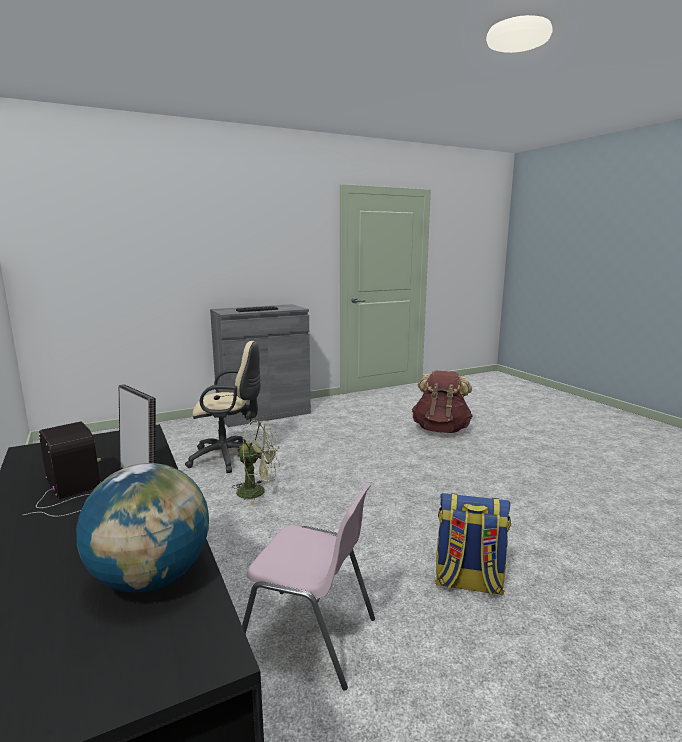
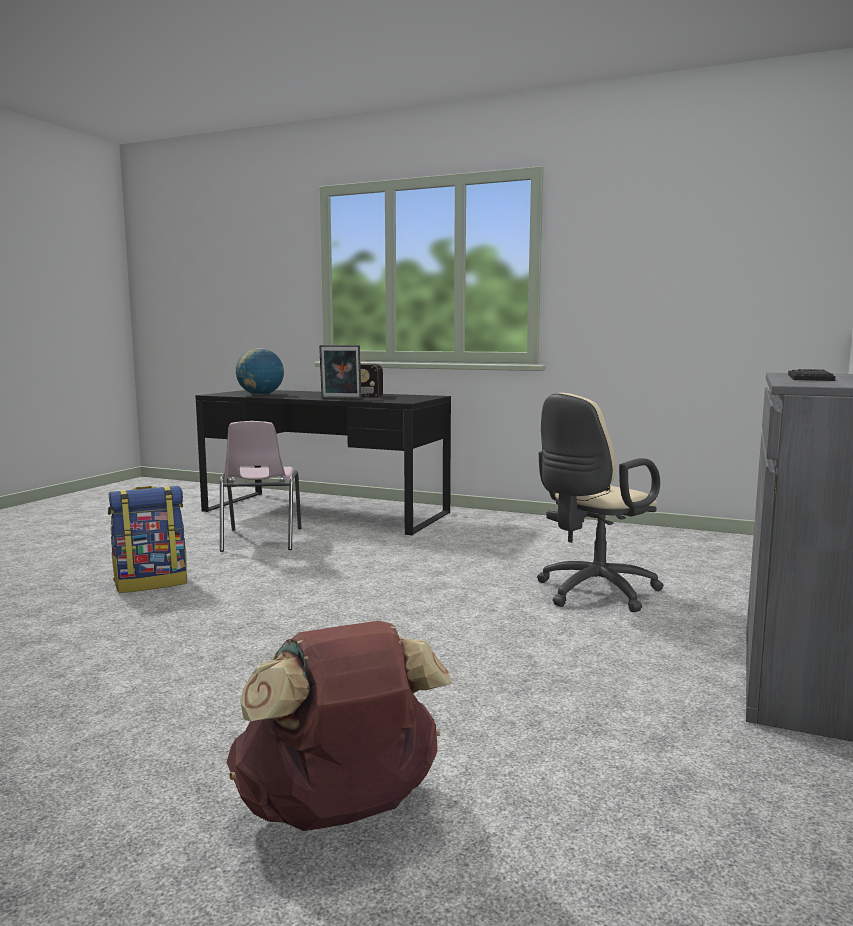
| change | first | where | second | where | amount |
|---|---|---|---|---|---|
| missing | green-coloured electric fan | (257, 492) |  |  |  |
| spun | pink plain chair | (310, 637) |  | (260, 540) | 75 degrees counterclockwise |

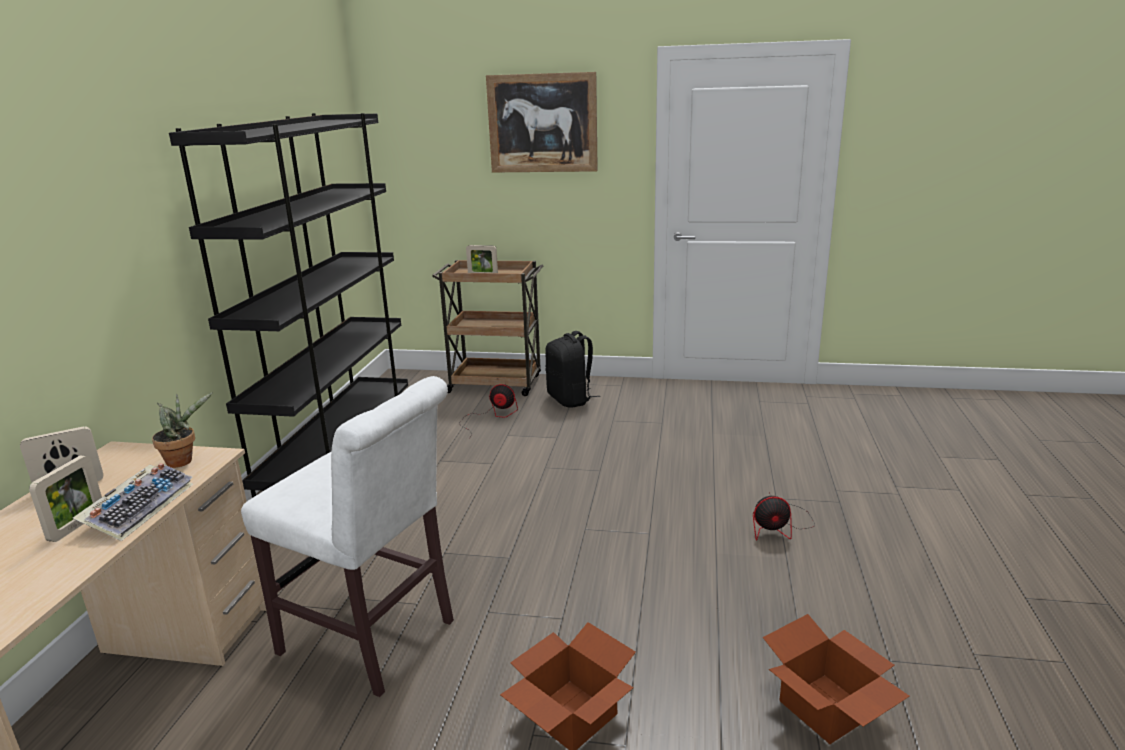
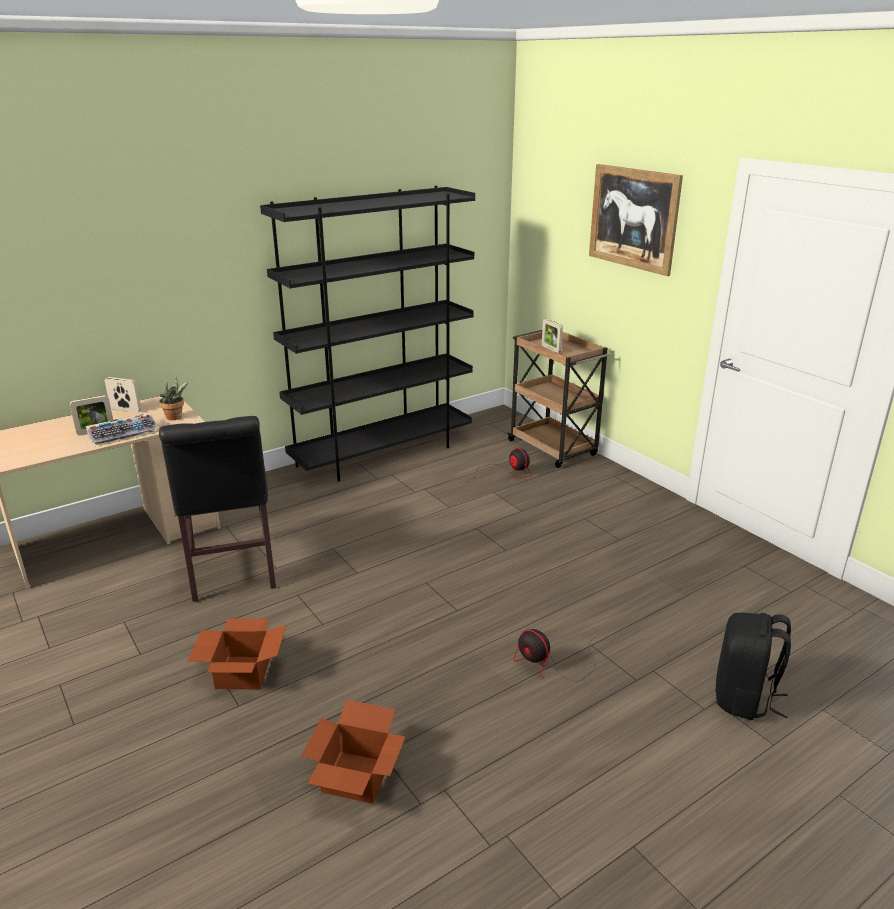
| change | first | where | second | where | amount |
|---|---|---|---|---|---|
| colour | white plain chair | (374, 640) | blackish plain chair | (232, 573) |  |
| relocated | blackish rucksack | (570, 399) |  | (744, 698) |  |

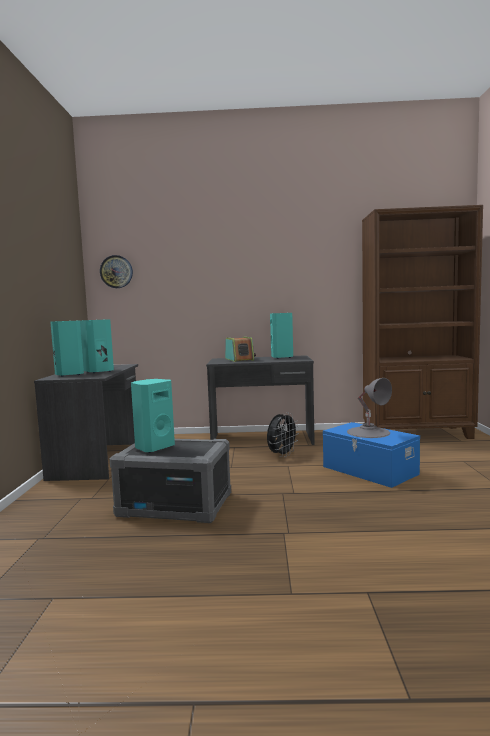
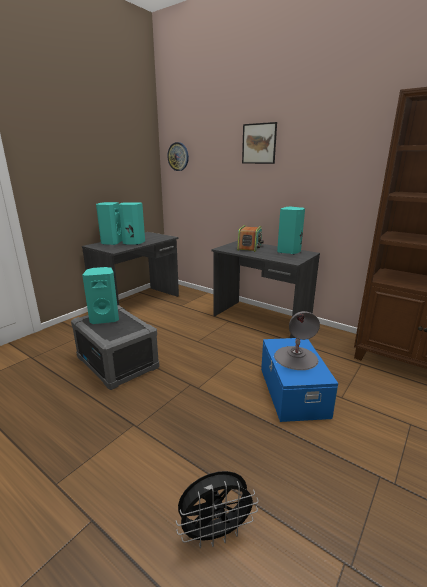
| change | first | where | second | where | amount |
|---|---|---|---|---|---|
| relocated | blackish electric fan | (282, 455) |  | (215, 532) |  |
| appeared |  |  | wall art | (259, 143) |  |

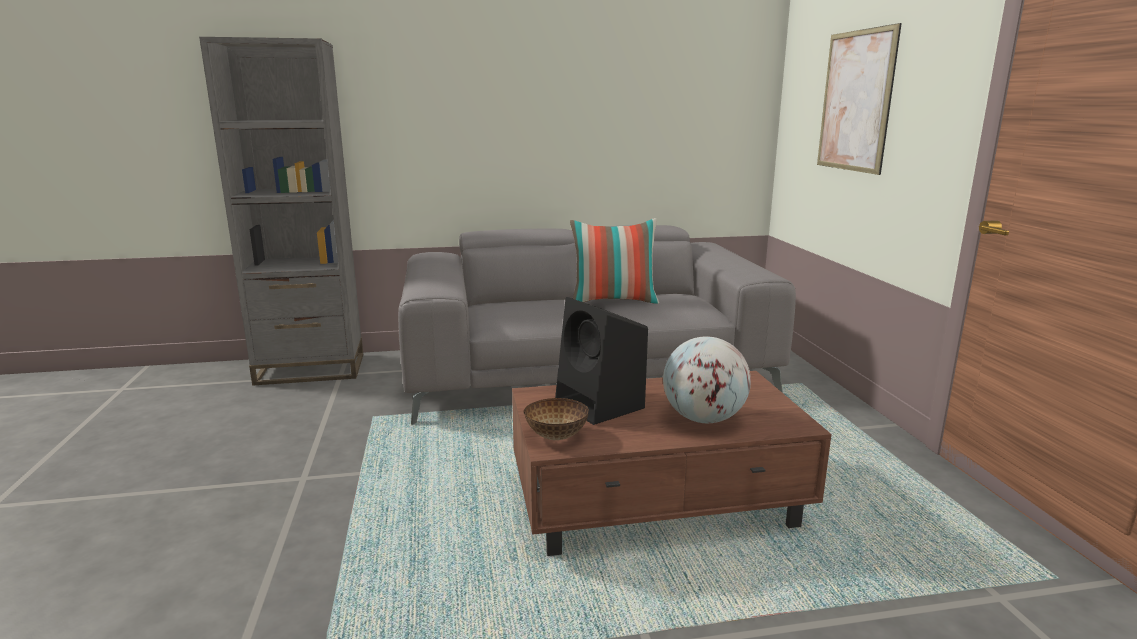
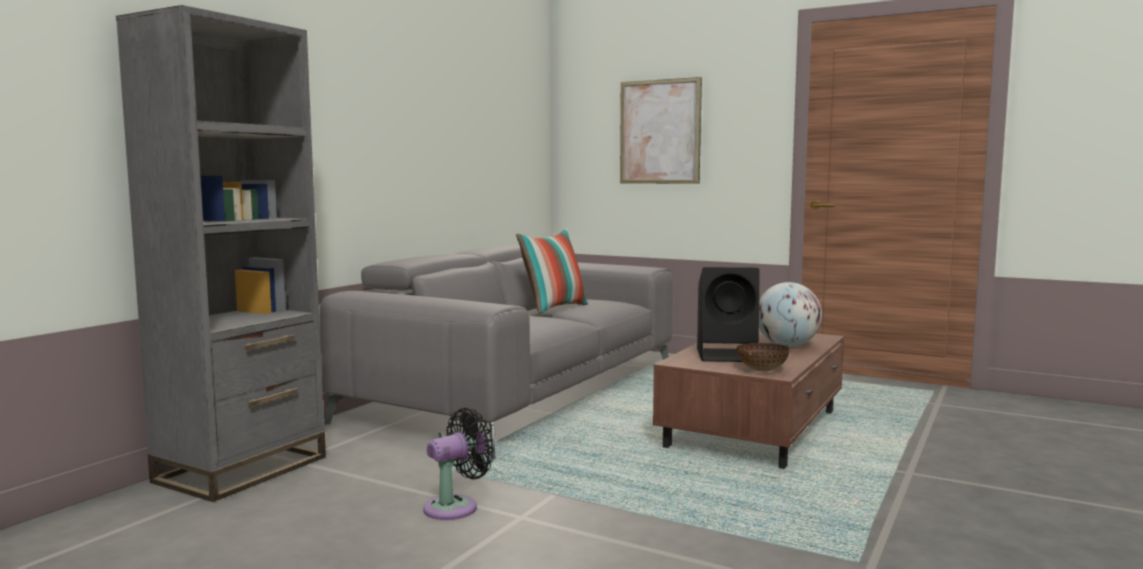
| change | first | where | second | where | amount |
|---|---|---|---|---|---|
| appeared |  |  | blackish electric fan | (456, 507) |  |

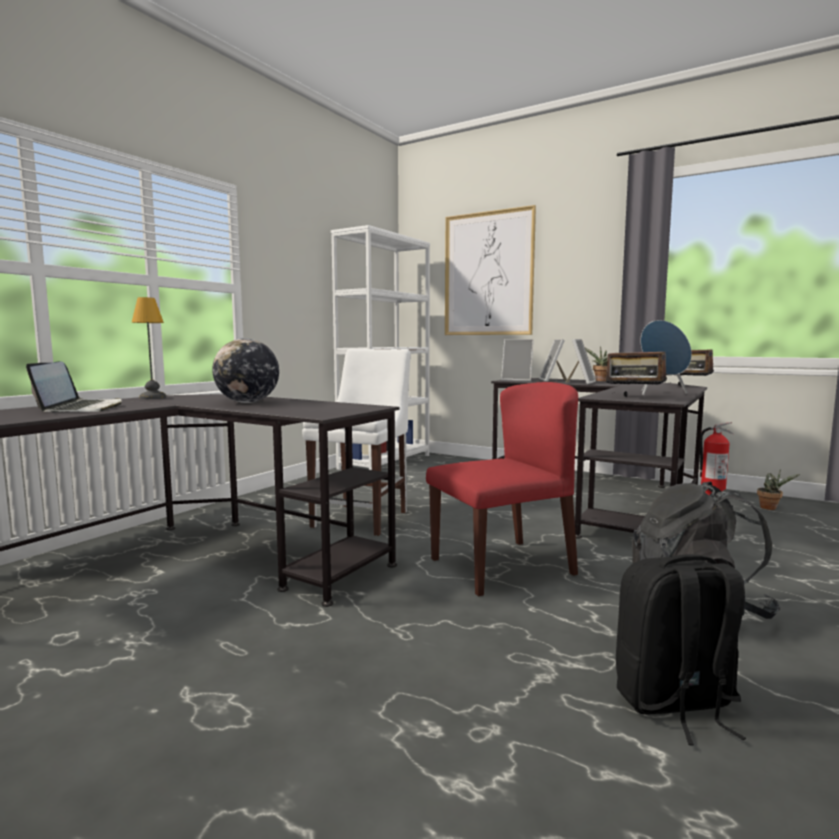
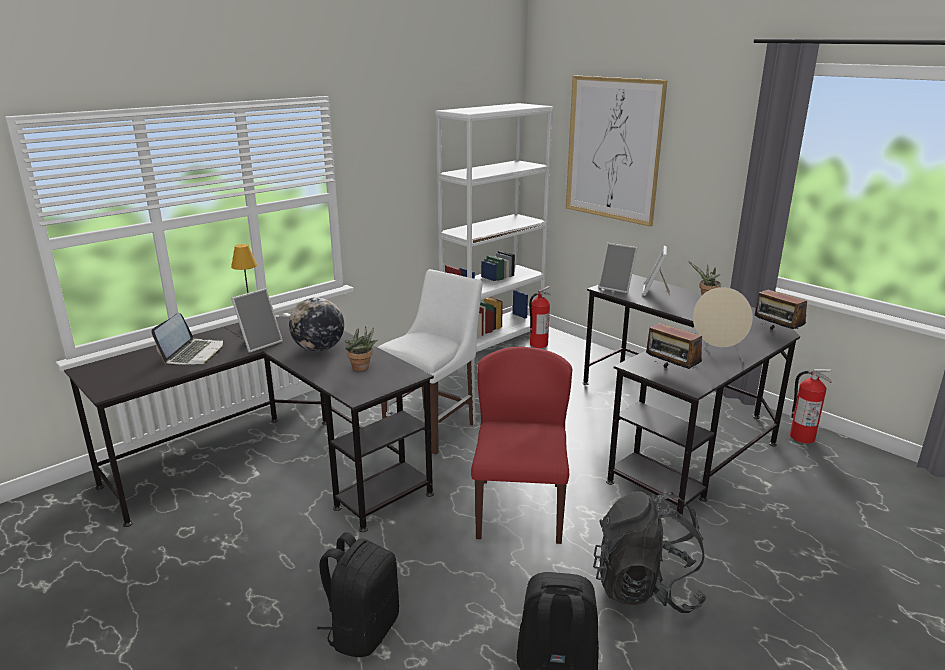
| change | first | where | second | where | amount |
|---|---|---|---|---|---|
| spun | red-coloured plain chair | (502, 566) |  | (519, 509) | 75 degrees counterclockwise |
| relocated | picture frame | (581, 382) |  | (259, 343) |  |
| colour | bluish audio speaker | (661, 393) | sand-coloured audio speaker | (715, 359) |  |
| relocated | potted plant | (770, 508) |  | (362, 368) |  |
| appeared |  |  | blackish rucksack | (363, 630) |  |
| appeared |  |  | extinguisher | (538, 344) |  |

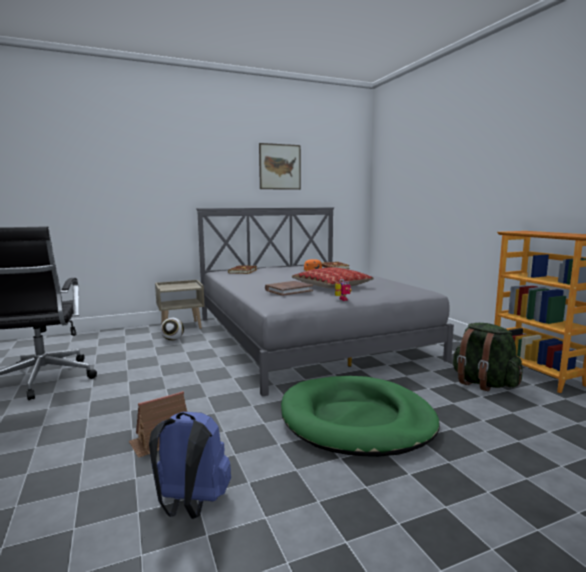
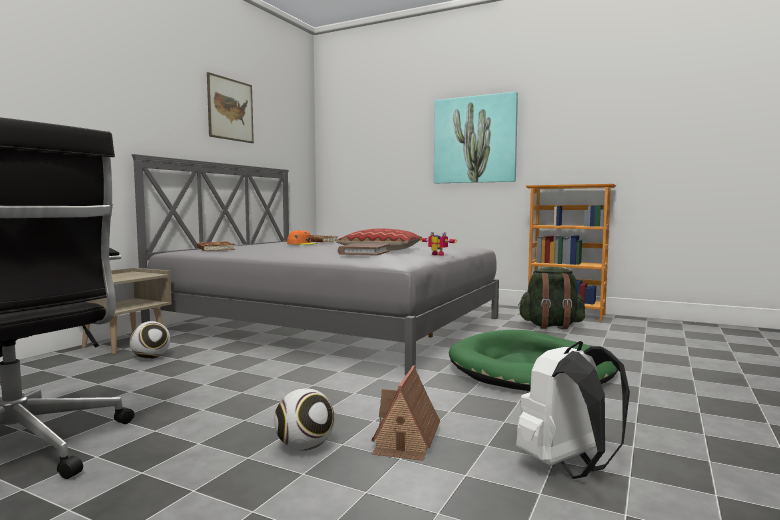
| change | first | where | second | where | amount |
|---|---|---|---|---|---|
| colour | bluish rucksack | (190, 505) | white rucksack | (567, 467) |  |
| appeared |  |  | football ball | (304, 447) |  |
| appeared |  |  | wall art | (475, 140) |  |

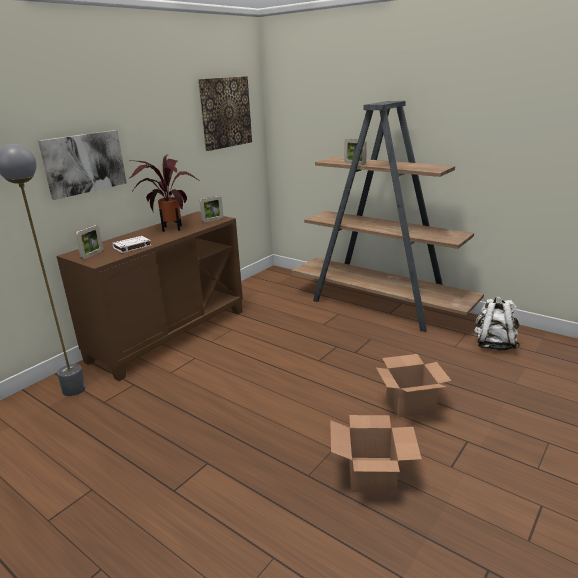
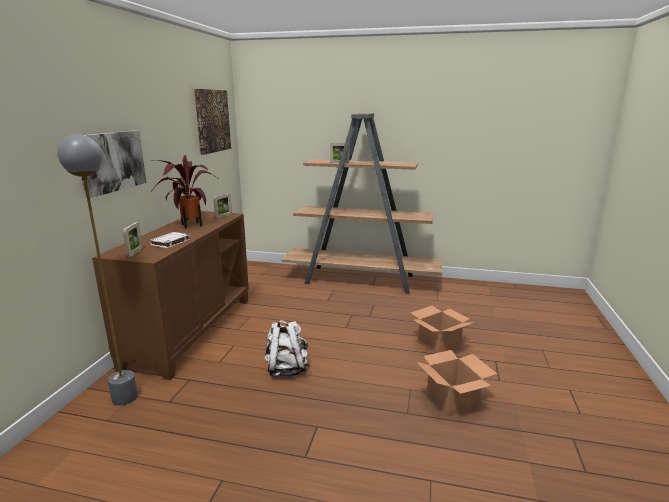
| change | first | where | second | where | amount |
|---|---|---|---|---|---|
| relocated | white rucksack | (494, 344) |  | (287, 369) |  |

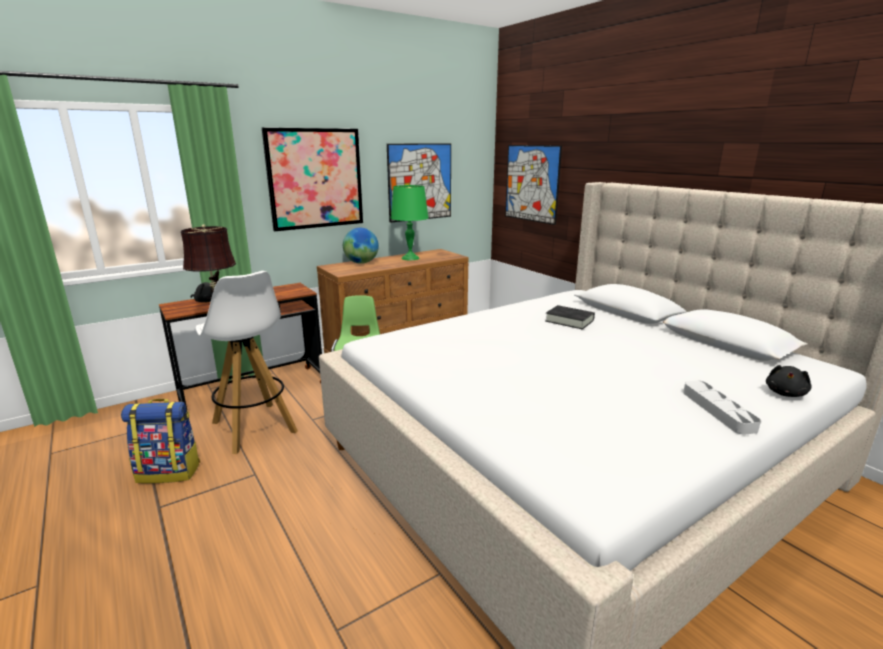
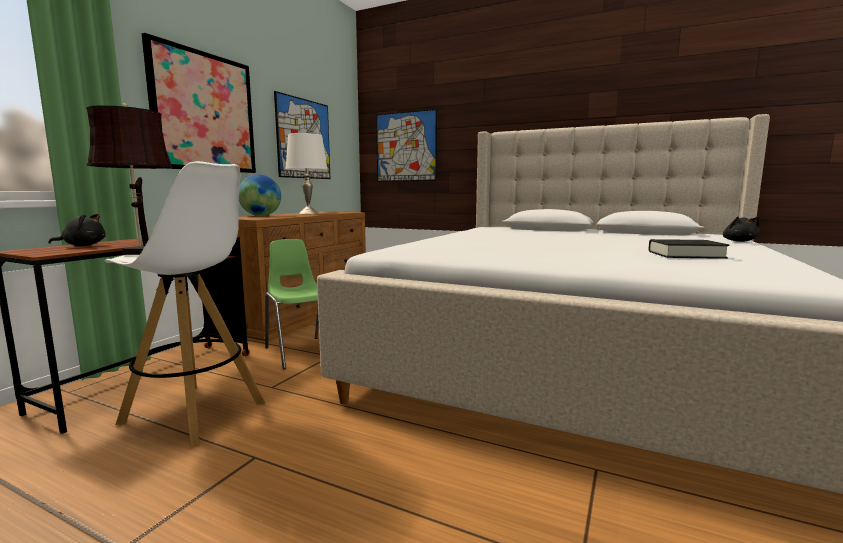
| change | first | where | second | where | amount |
|---|---|---|---|---|---|
| missing | rucksack | (169, 472) |  |  |  |
| colour | green-coloured table lamp | (410, 258) | white table lamp | (308, 213) |  |
| relocated | blackish bound book | (569, 321) |  | (685, 255) |  |
| missing | greyish tray | (718, 410) |  |  |  |

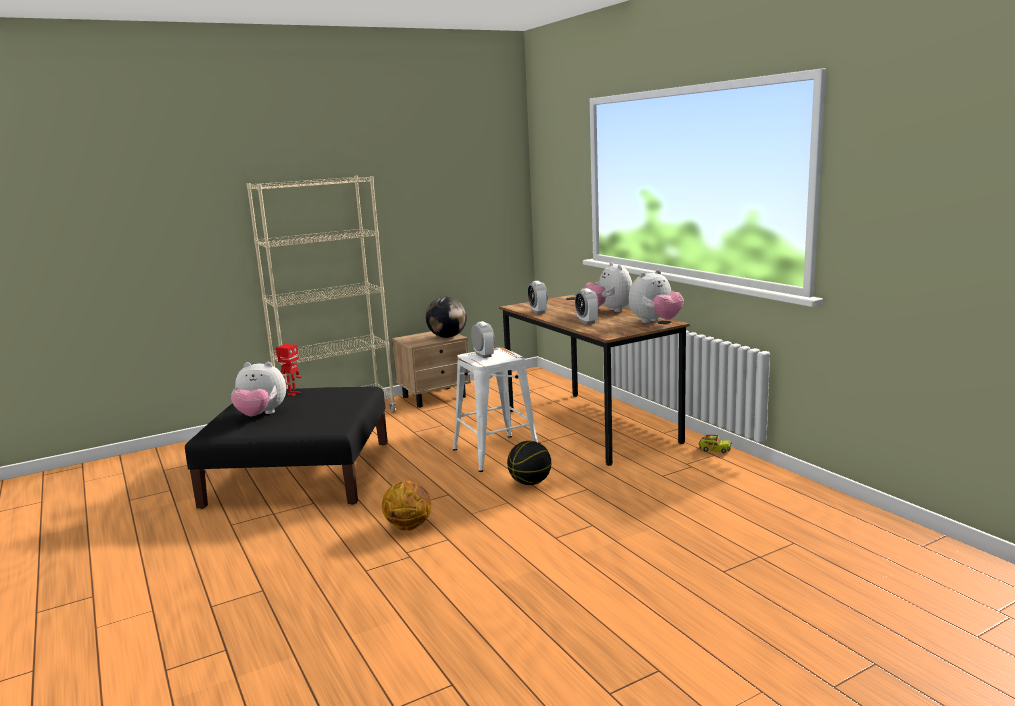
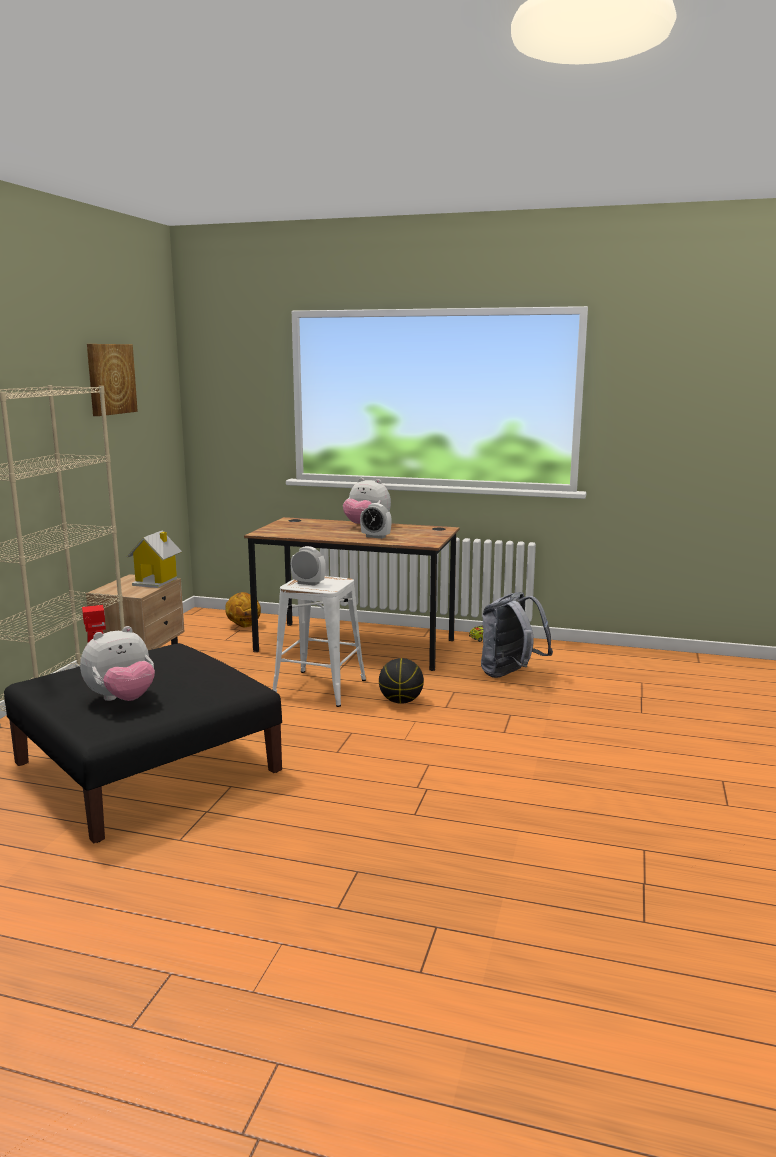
| change | first | where | second | where | amount |
|---|---|---|---|---|---|
| relocated | ball for basketball | (409, 526) |  | (243, 626) |  |
| exchanged | world globe | (447, 337) | toy house | (156, 581) |  |
| missing | bedside clock | (538, 312) |  |  |  |
| missing | plush toy | (655, 322) |  |  |  |
| appeared |  |  | wall art | (110, 379) |  |
| appeared |  |  | greyish rucksack | (510, 674) |  |

